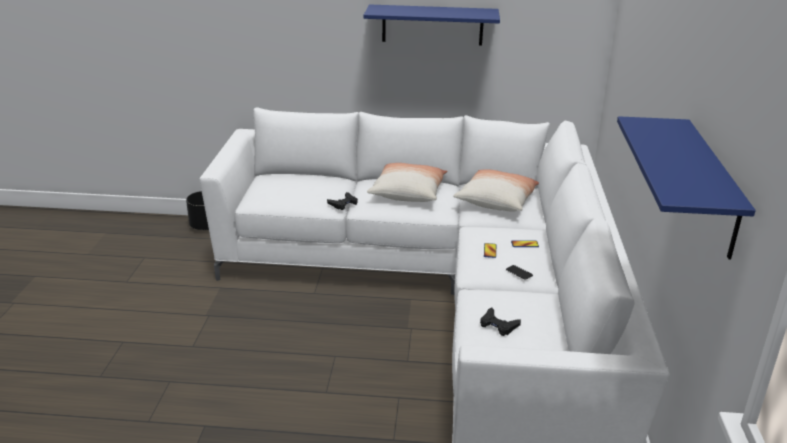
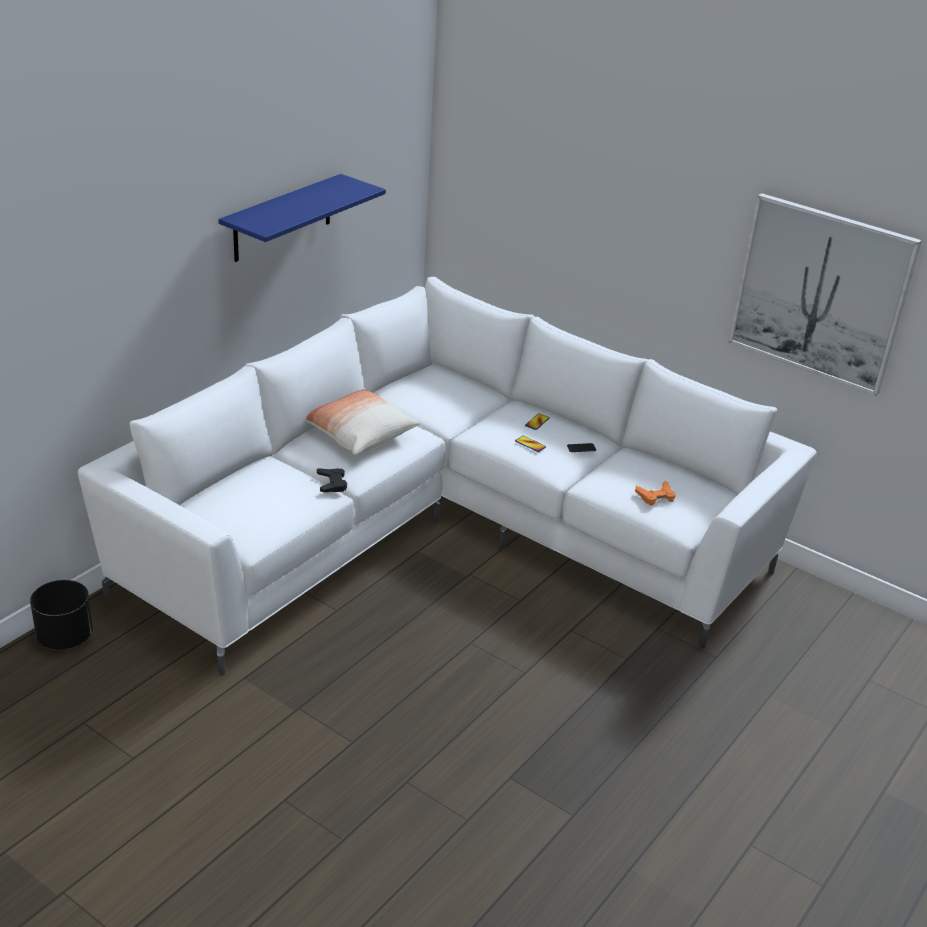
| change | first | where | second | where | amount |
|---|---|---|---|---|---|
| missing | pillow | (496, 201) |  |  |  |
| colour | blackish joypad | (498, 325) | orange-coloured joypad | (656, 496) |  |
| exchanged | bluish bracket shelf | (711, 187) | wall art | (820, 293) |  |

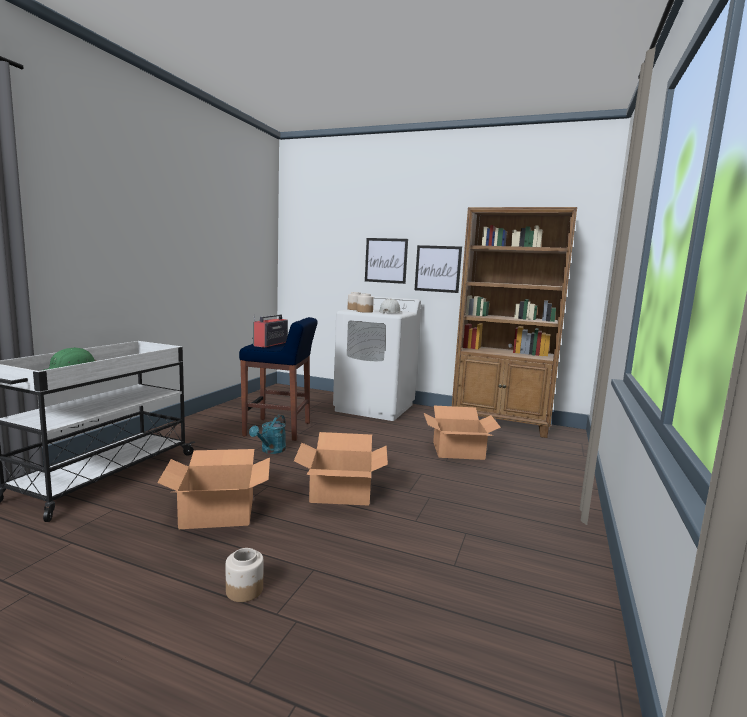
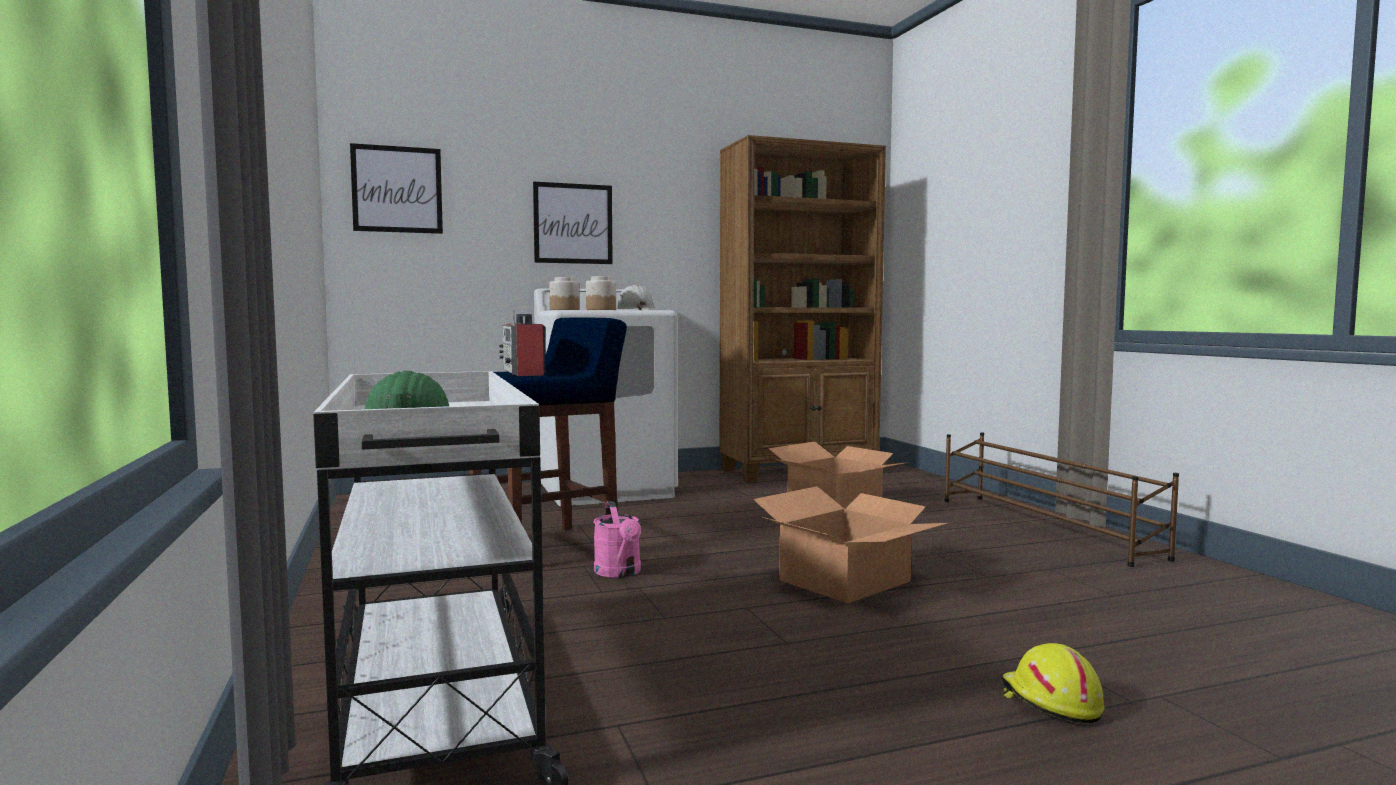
| change | first | where | second | where | amount |
|---|---|---|---|---|---|
| missing | cardboard box | (218, 511) |  |  |  |
| exchanged | jar | (244, 590) | yellow hard hat | (1049, 702) |  |
| colour | turquoise-coloured watering can | (271, 451) | pink watering can | (620, 573) |  |
| relocated | wall art | (437, 269) |  | (397, 189) |  |
| appeared |  |  | brown-coloured shoe stand | (1044, 527) |  |

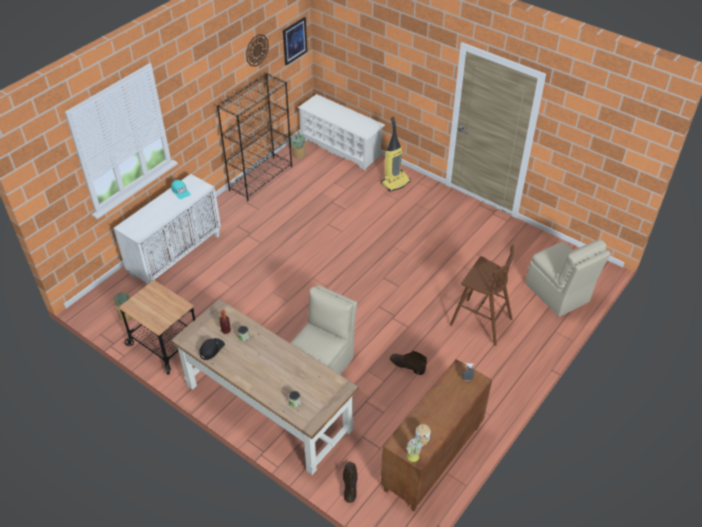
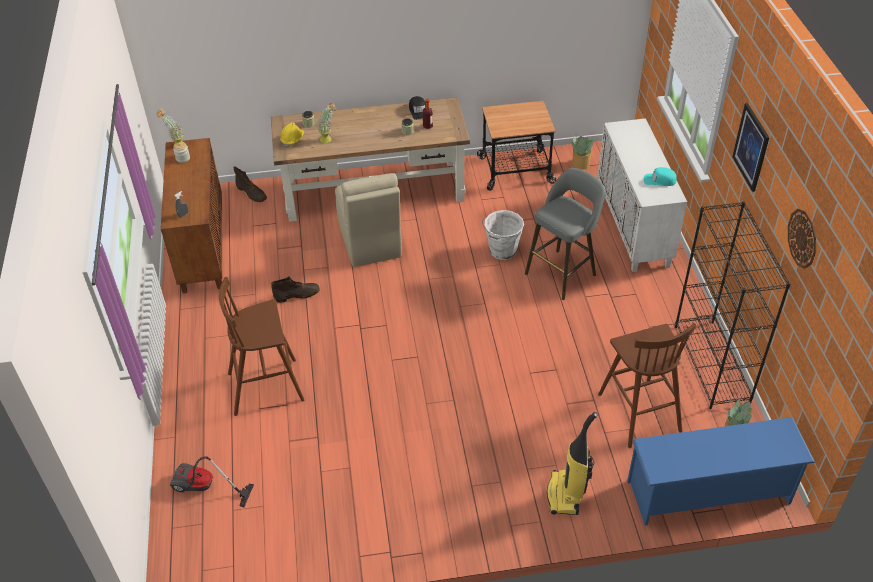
| change | first | where | second | where | amount |
|---|---|---|---|---|---|
| relocated | wall art | (294, 40) |  | (751, 147) |  |
| colour | white shoe stand | (341, 147) | bluish shoe stand | (709, 492) |  |
| exchanged | sand-coloured plain chair | (558, 294) | hoover | (204, 489) |  |
| appeared |  |  | yellow hard hat | (292, 140) |  |
| appeared |  |  | potted plant | (328, 139) |  |
| appeared |  |  | white water bucket | (502, 251) |  |
| appeared |  |  | greyish stool | (563, 272) |  |
| appeared |  |  | brown-coloured stool | (638, 411) |  |

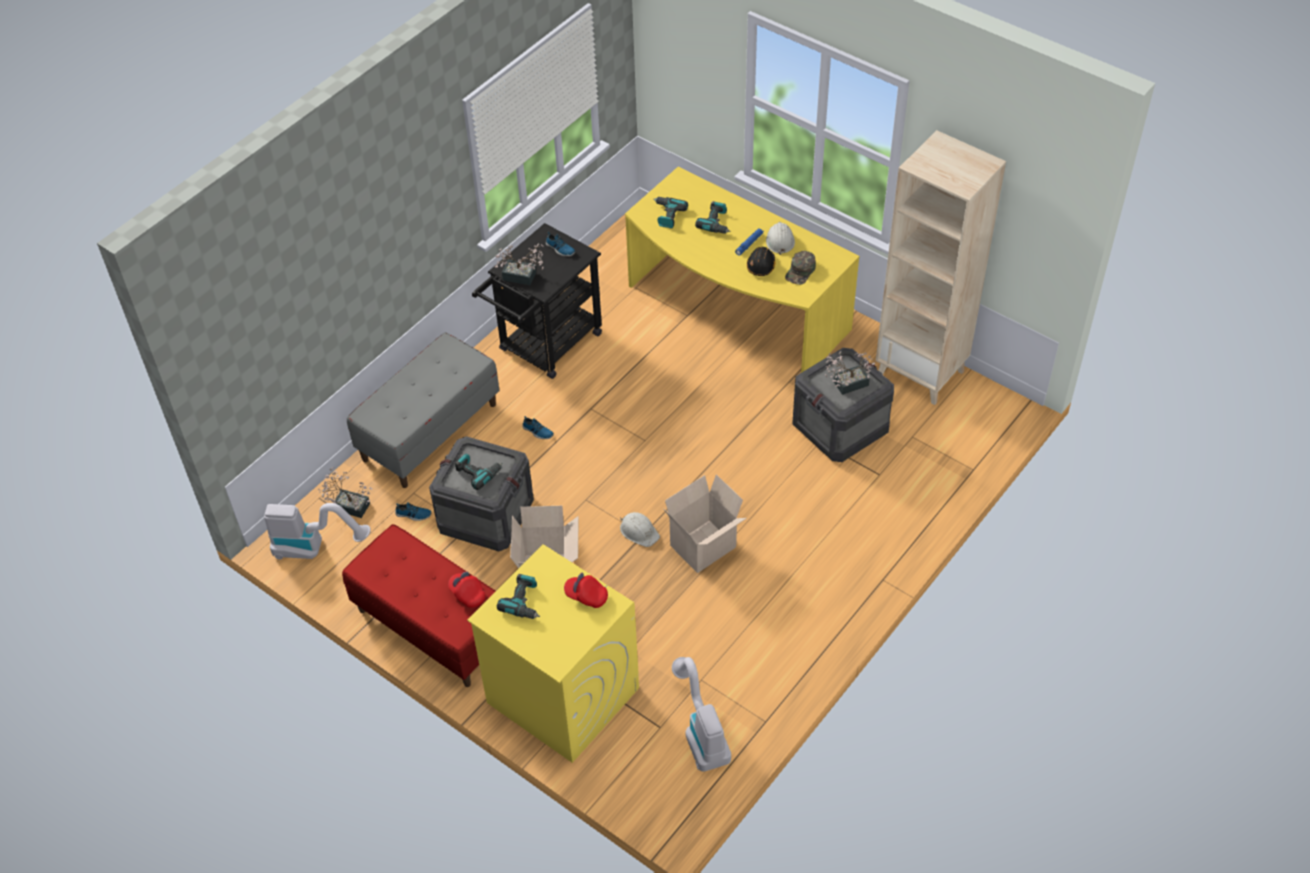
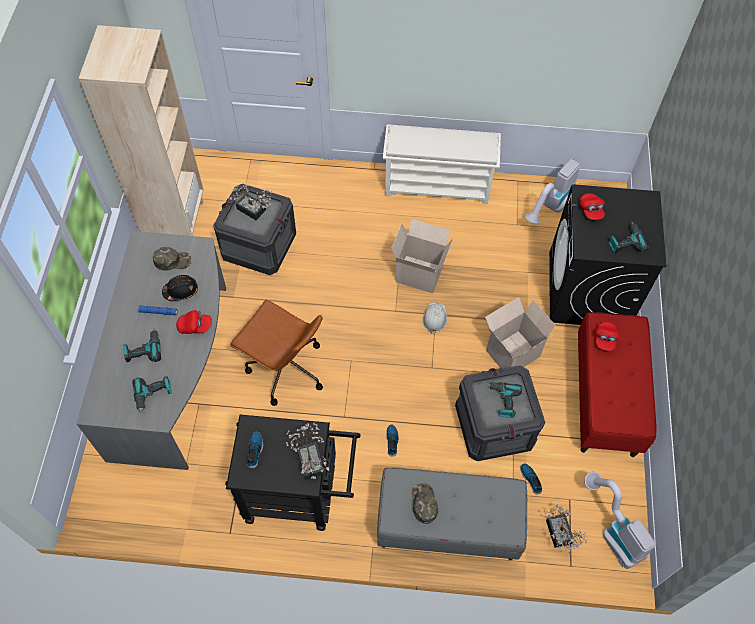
| change | first | where | second | where | amount |
|---|---|---|---|---|---|
| colour | yellow washing machine | (562, 695) | blackish washing machine | (588, 290) |  |
| colour | yellow desk unit | (734, 311) | greyish desk unit | (175, 371) |  |
| missing | white hard hat | (780, 240) |  |  |  |
| appeared |  |  | red-coloured peaked cap | (195, 326) |  |
| appeared |  |  | brown-coloured desk chair | (285, 369) |  |
| appeared |  |  | white shoe stand | (438, 185) |  |
| appeared |  |  | green-coloured peaked cap | (424, 503) |  |

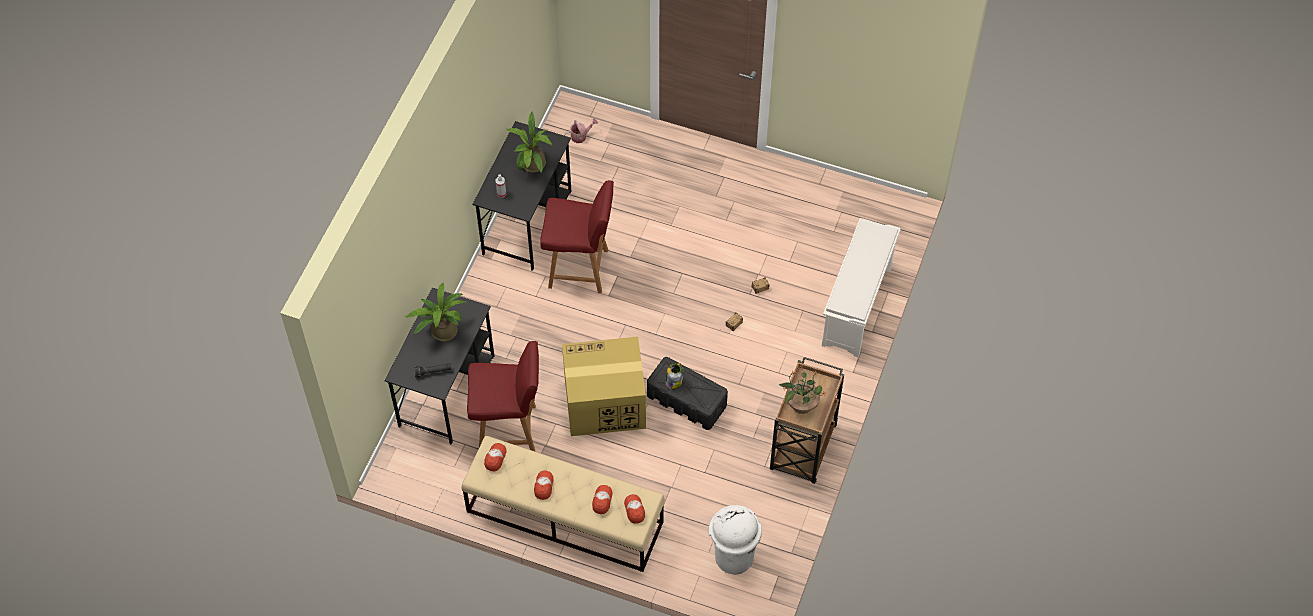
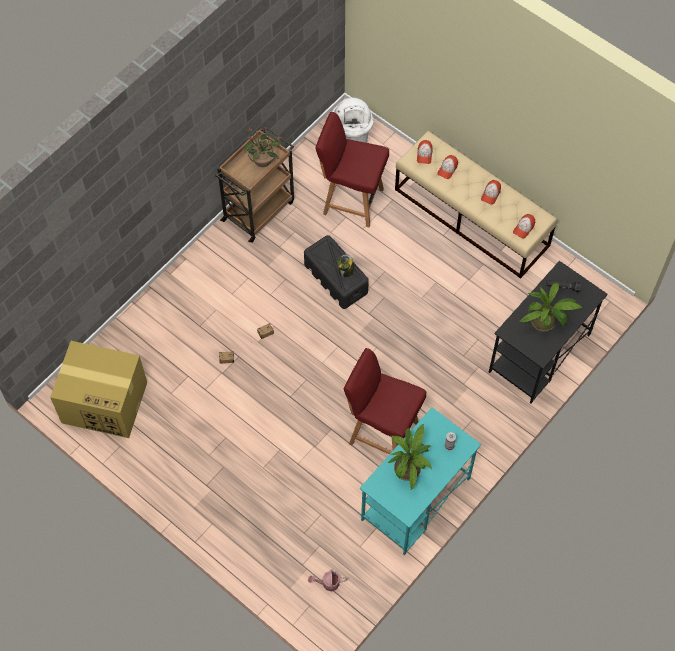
| change | first | where | second | where | amount |
|---|---|---|---|---|---|
| relocated | red-coloured plain chair | (509, 430) |  | (351, 201) |  |
| colour | blackish desk unit | (527, 221) | turquoise-coloured desk unit | (415, 500) |  |
| relocated | cardboard box | (603, 403) |  | (106, 402) |  |
| missing | white shoe stand | (857, 308) |  |  |  |

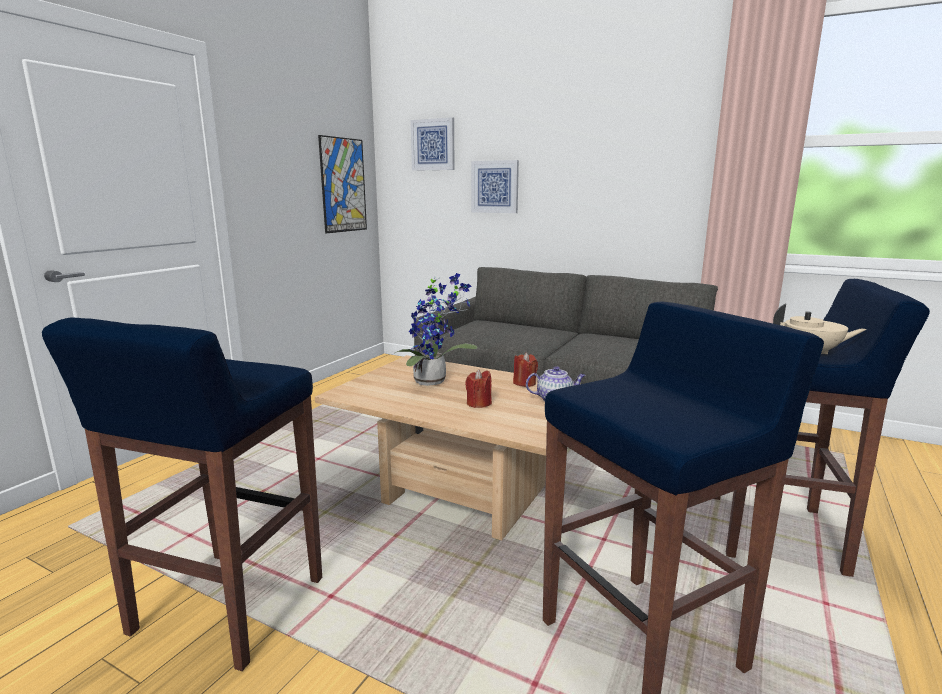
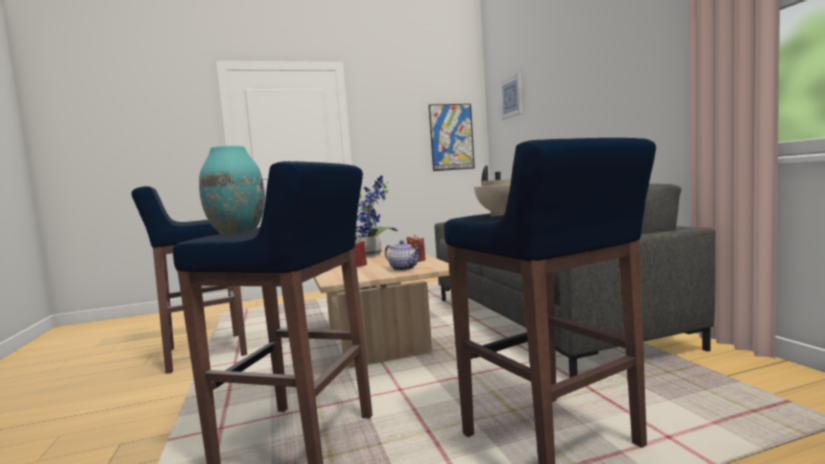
| change | first | where | second | where | amount |
|---|---|---|---|---|---|
| missing | wall art | (495, 187) |  |  |  |
| appeared |  |  | turquoise-coloured flower vase | (236, 232) |  |

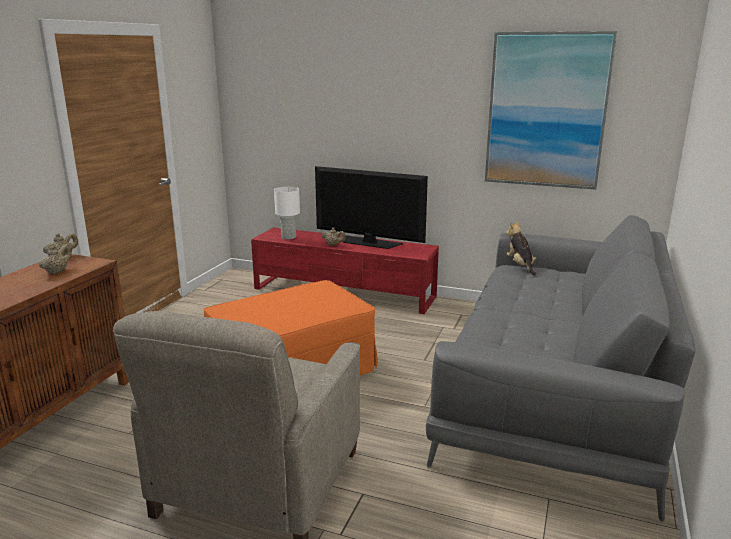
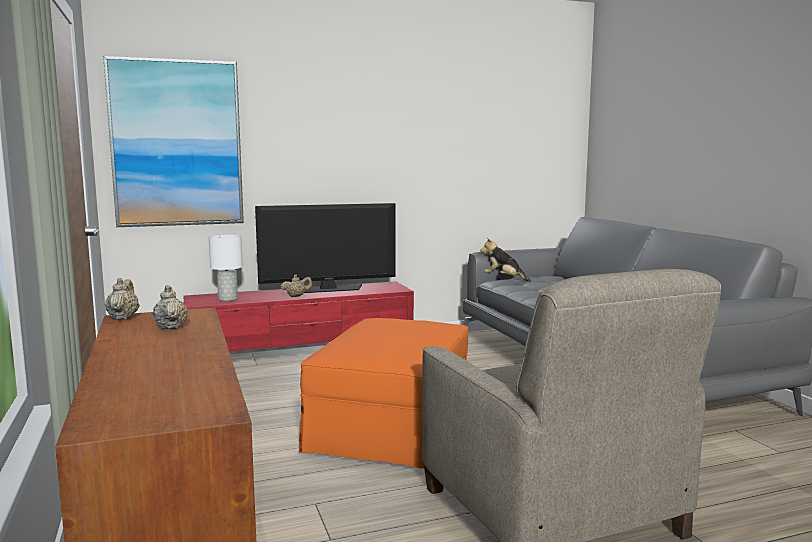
| change | first | where | second | where | amount |
|---|---|---|---|---|---|
| relocated | wall art | (546, 111) |  | (177, 143) |  |

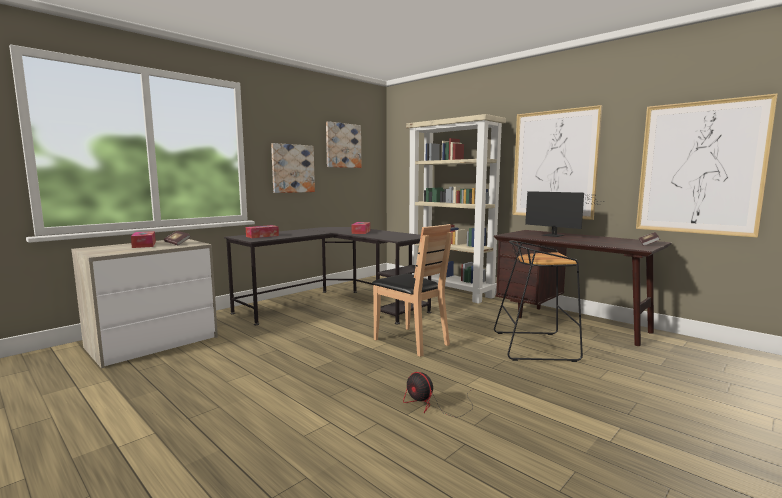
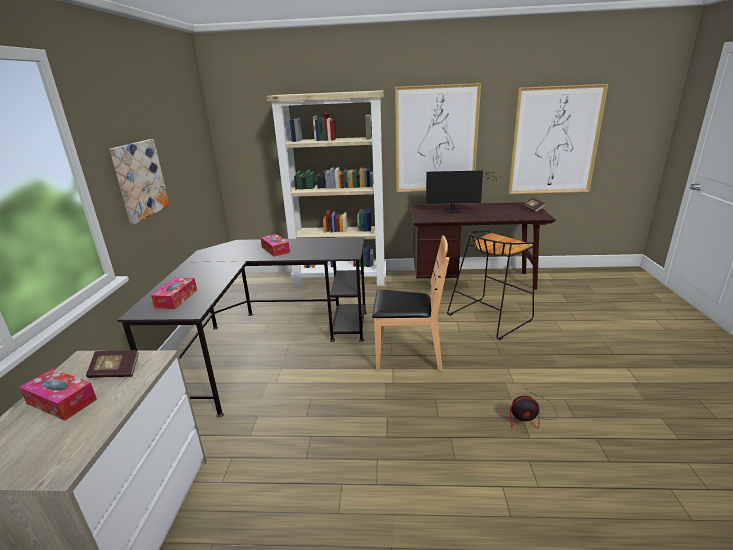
| change | first | where | second | where | amount |
|---|---|---|---|---|---|
| missing | wall art | (343, 145) |  |  |  |

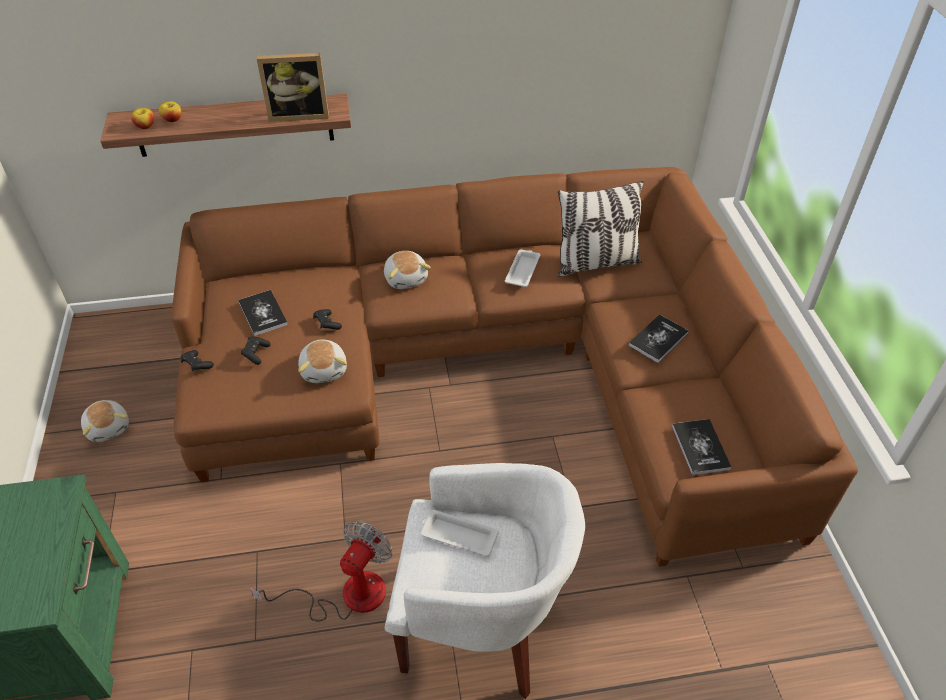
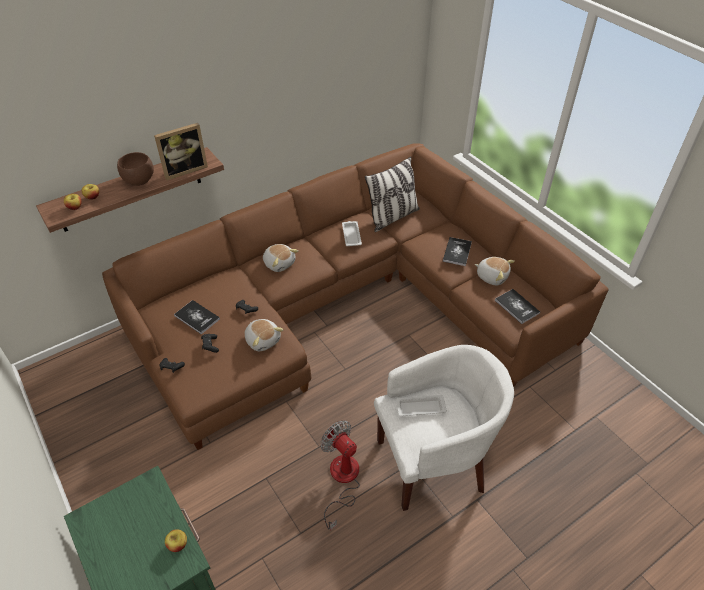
| change | first | where | second | where | amount |
|---|---|---|---|---|---|
| relocated | plush toy | (108, 427) |  | (492, 276) |  |
| spun | electric fan | (347, 595) |  | (342, 480) | 45 degrees counterclockwise |
| appeared |  |  | brown-coloured deep dish | (139, 181) |  |
| appeared |  |  | whole apple | (178, 544) |  |

